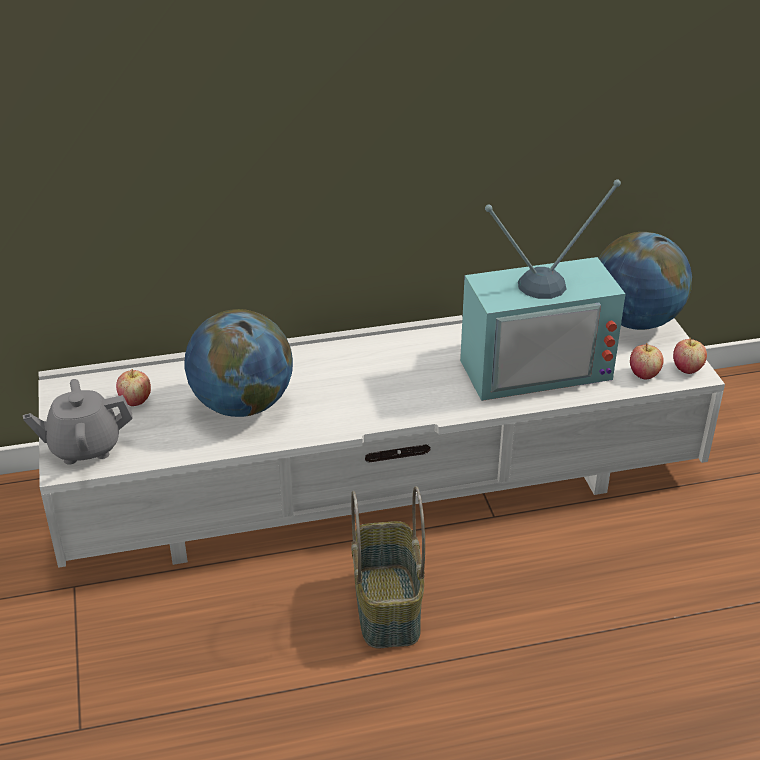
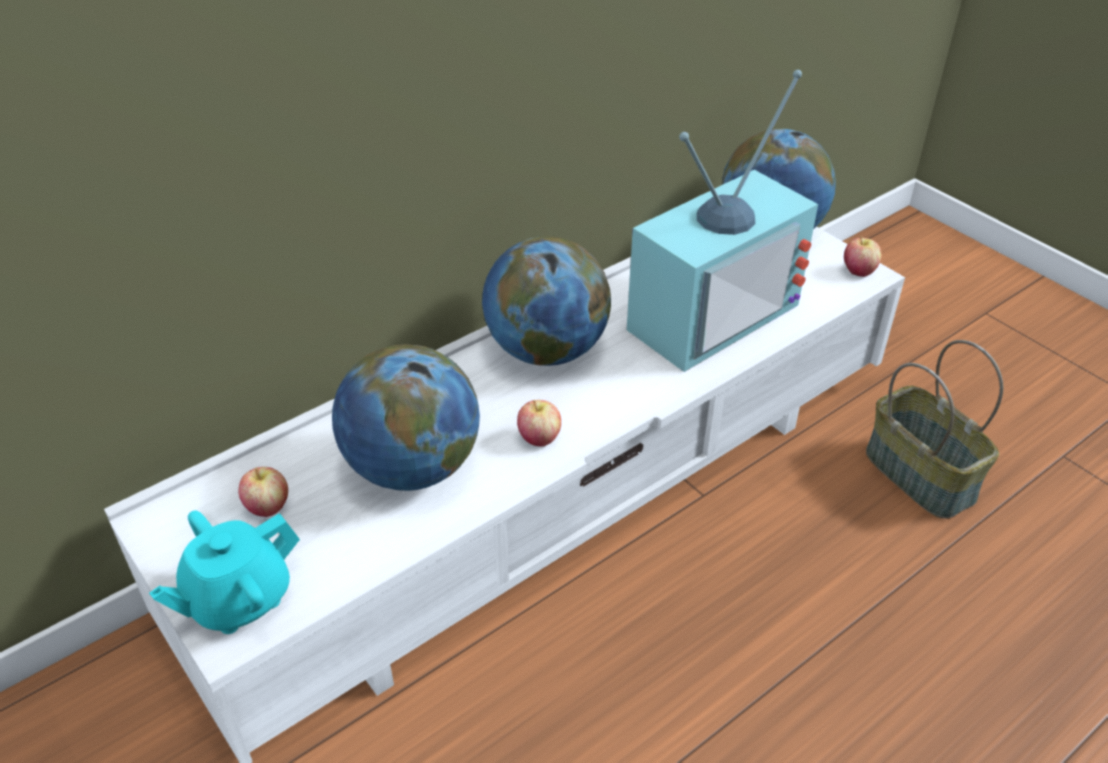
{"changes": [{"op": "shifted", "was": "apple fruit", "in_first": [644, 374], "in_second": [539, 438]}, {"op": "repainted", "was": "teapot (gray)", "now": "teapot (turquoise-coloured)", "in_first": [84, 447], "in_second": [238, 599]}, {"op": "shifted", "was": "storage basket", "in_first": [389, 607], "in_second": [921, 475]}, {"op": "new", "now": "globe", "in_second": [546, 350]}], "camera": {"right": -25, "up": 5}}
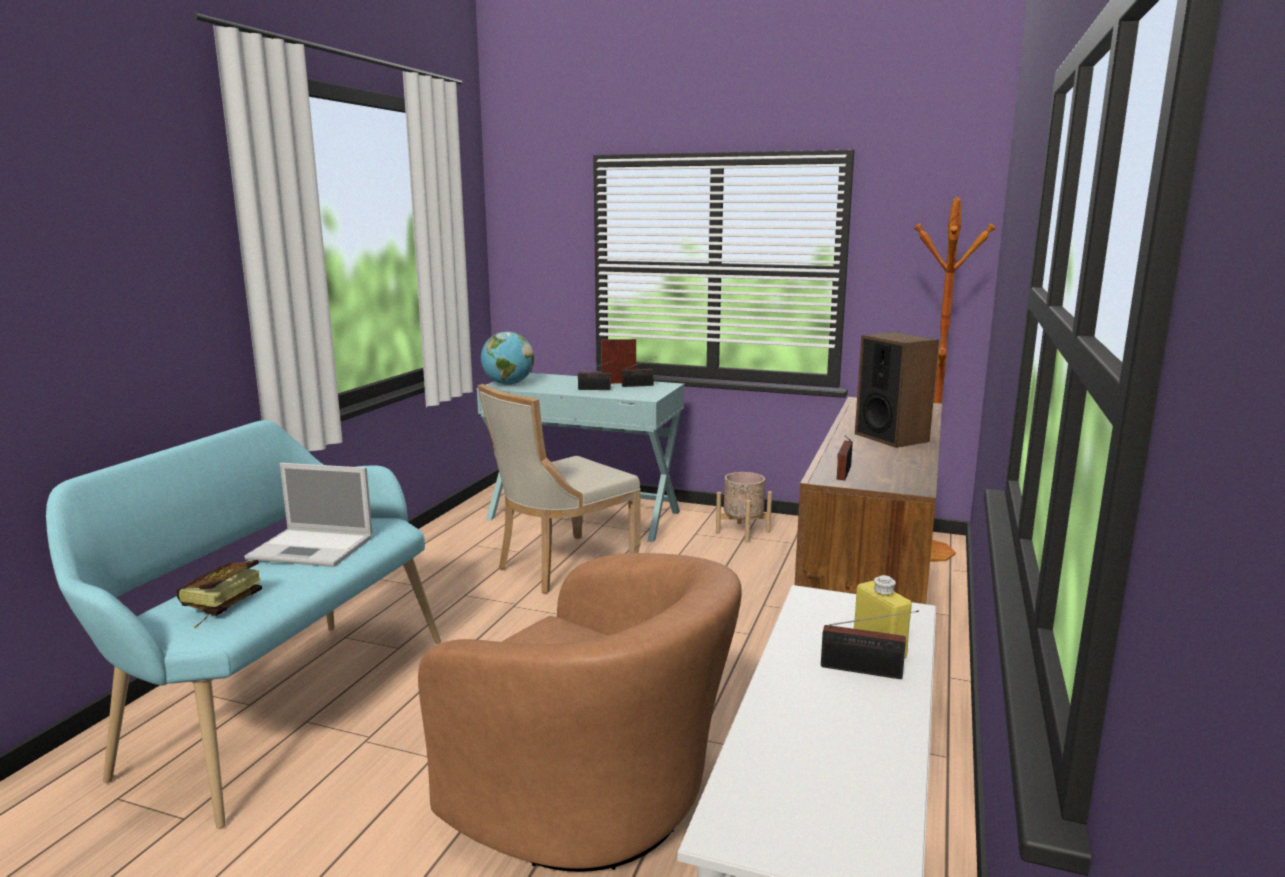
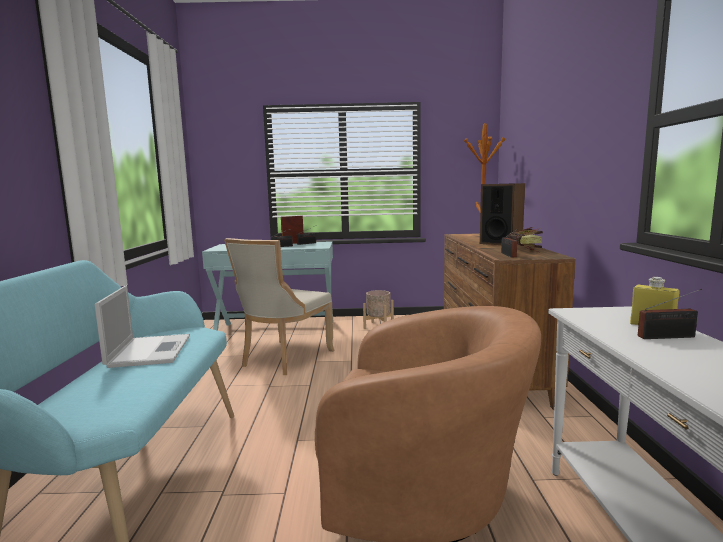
{"changes": [{"op": "gone", "was": "globe", "in_first": [508, 384]}, {"op": "rotated", "was": "laptop", "in_first": [313, 548], "in_second": [150, 350], "clockwise": -90}, {"op": "shifted", "was": "volume", "in_first": [217, 608], "in_second": [525, 250]}], "camera": {"right": -20, "up": -5}}
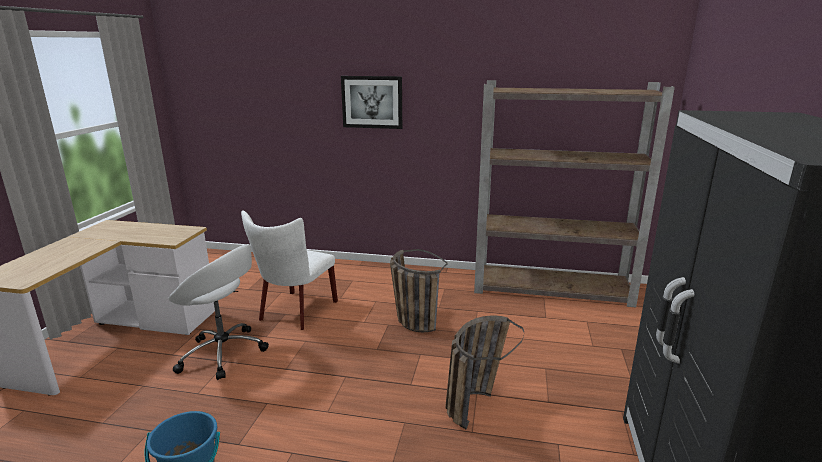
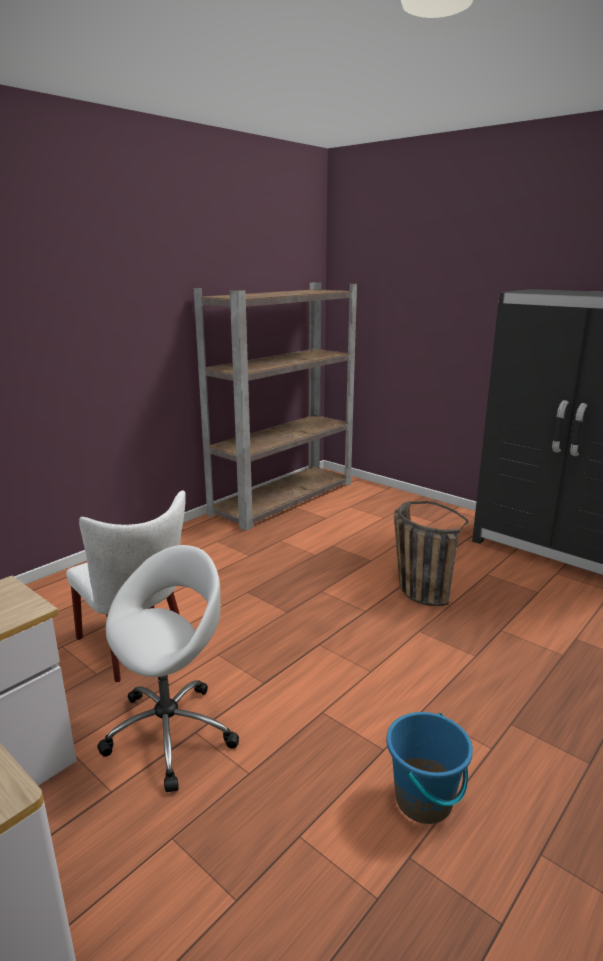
{"changes": [{"op": "gone", "was": "wall art", "in_first": [372, 102]}, {"op": "gone", "was": "storage basket", "in_first": [410, 319]}], "camera": {"right": -60, "up": 0}}
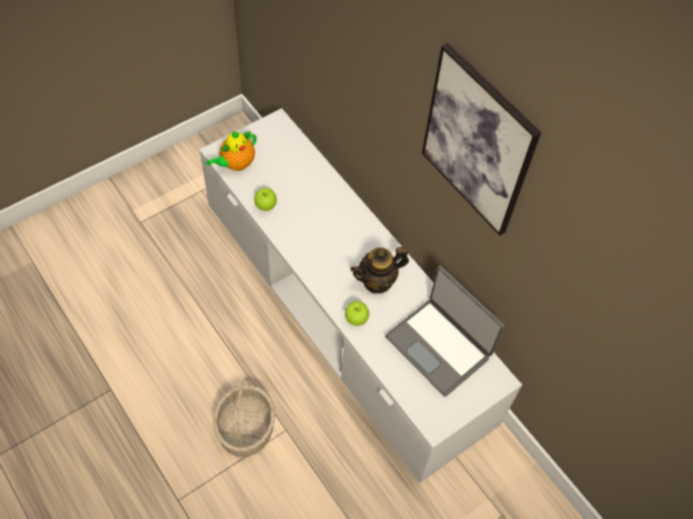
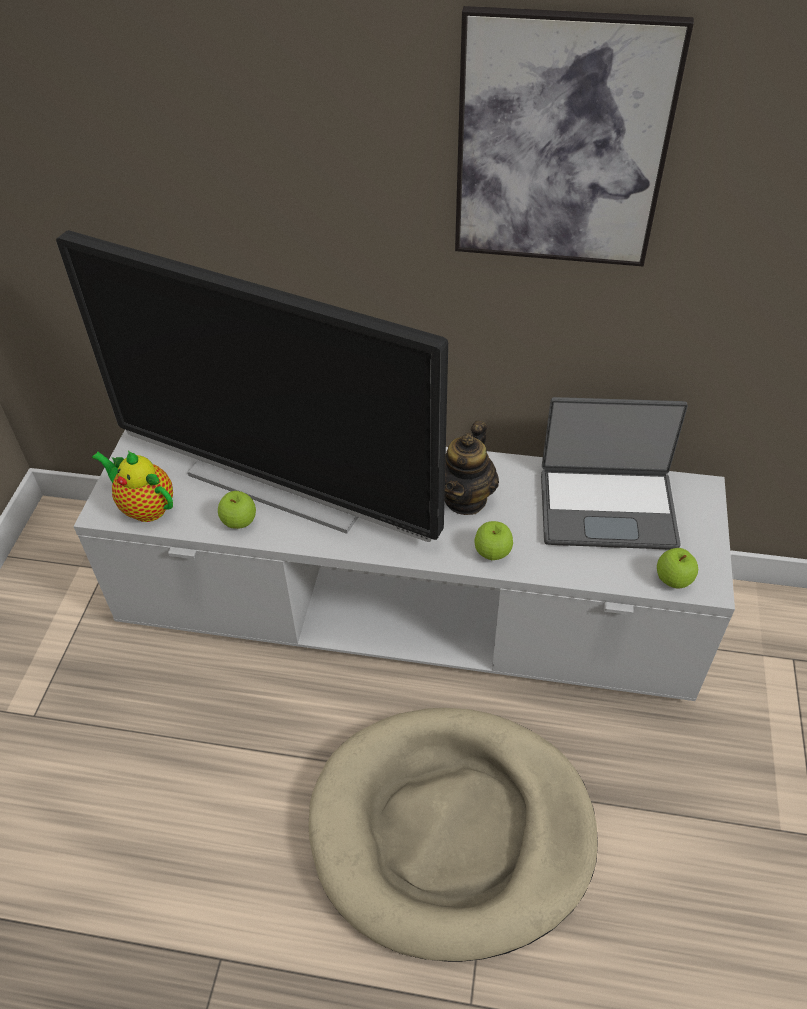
{"changes": [{"op": "rotated", "was": "teapot", "in_first": [236, 164], "in_second": [145, 507], "clockwise": 120}, {"op": "swapped", "was": "storage basket", "now": "dog cushion (sand-coloured)", "in_first": [246, 429], "in_second": [451, 831]}, {"op": "new", "now": "TV", "in_second": [280, 484]}, {"op": "new", "now": "apple fruit", "in_second": [673, 580]}], "camera": {"right": -40, "up": -10}}
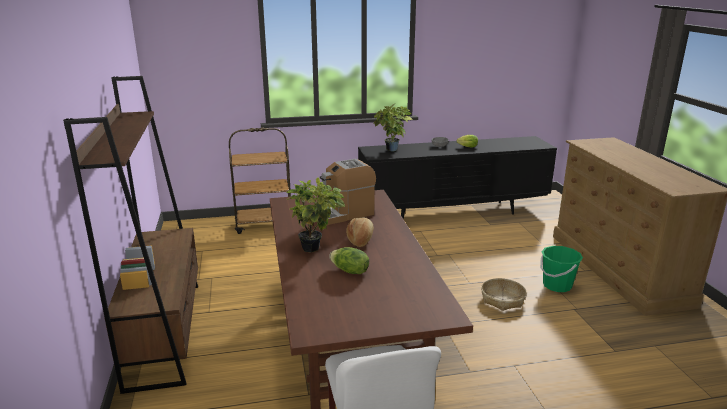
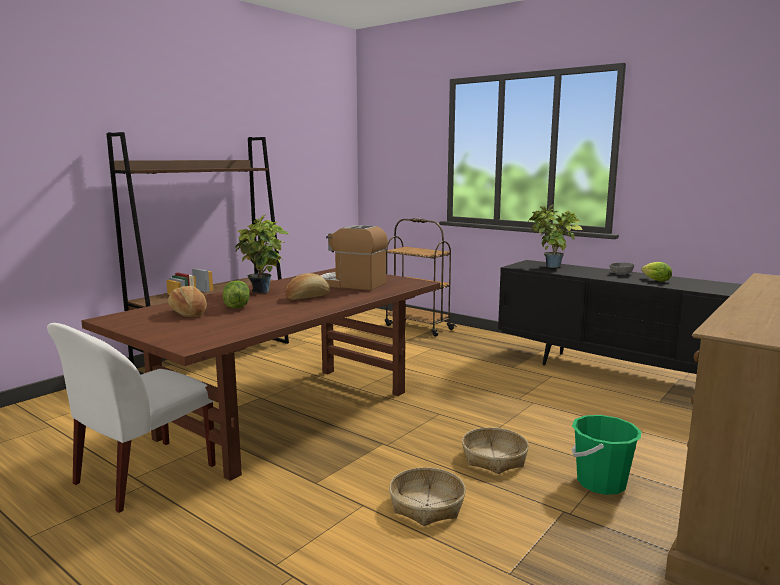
{"changes": [{"op": "new", "now": "baked bread", "in_second": [188, 313]}, {"op": "new", "now": "storage basket", "in_second": [427, 505]}], "camera": {"right": 50, "up": -10}}
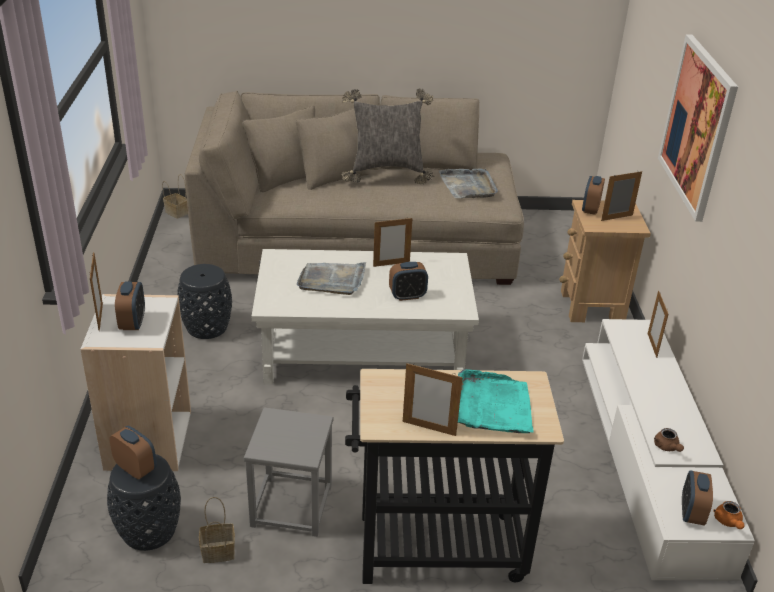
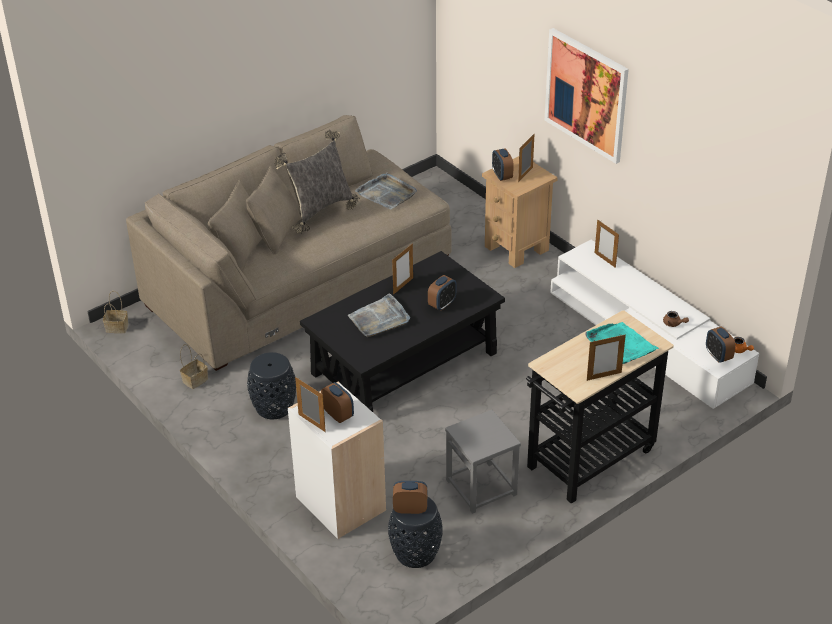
{"changes": [{"op": "repainted", "was": "coffee table (whitish)", "now": "coffee table (black)", "in_first": [364, 350], "in_second": [404, 362]}, {"op": "shifted", "was": "storage basket", "in_first": [217, 552], "in_second": [195, 381]}], "camera": {"right": -35, "up": 5}}
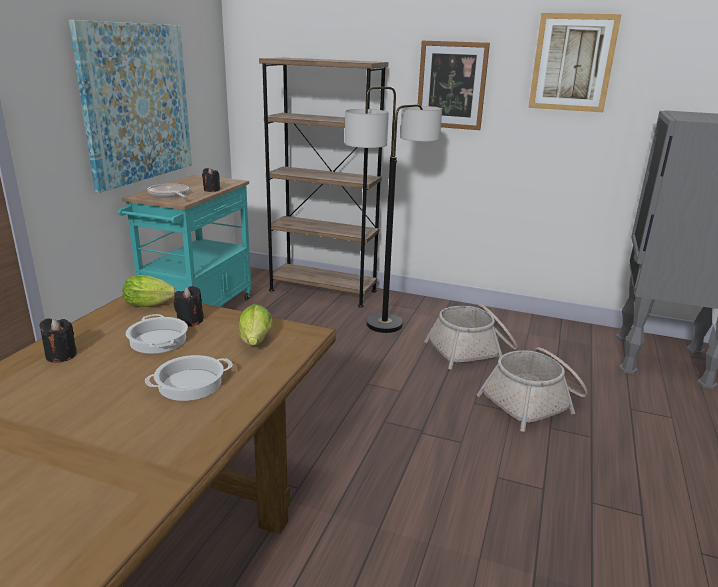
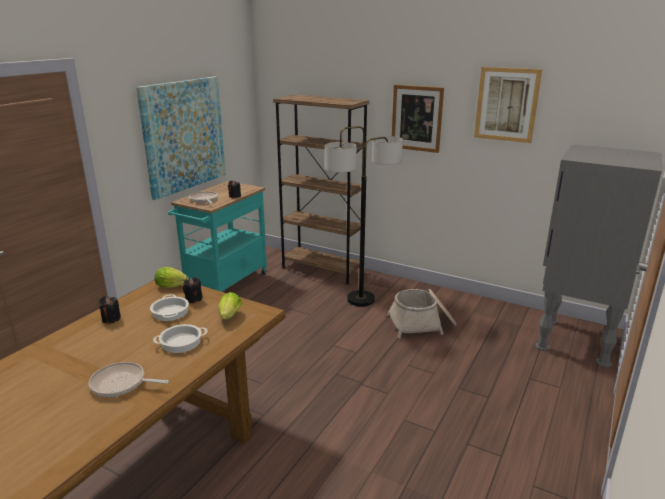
{"changes": [{"op": "gone", "was": "storage basket", "in_first": [534, 402]}, {"op": "new", "now": "pan", "in_second": [121, 384]}], "camera": {"right": 10, "up": 0}}
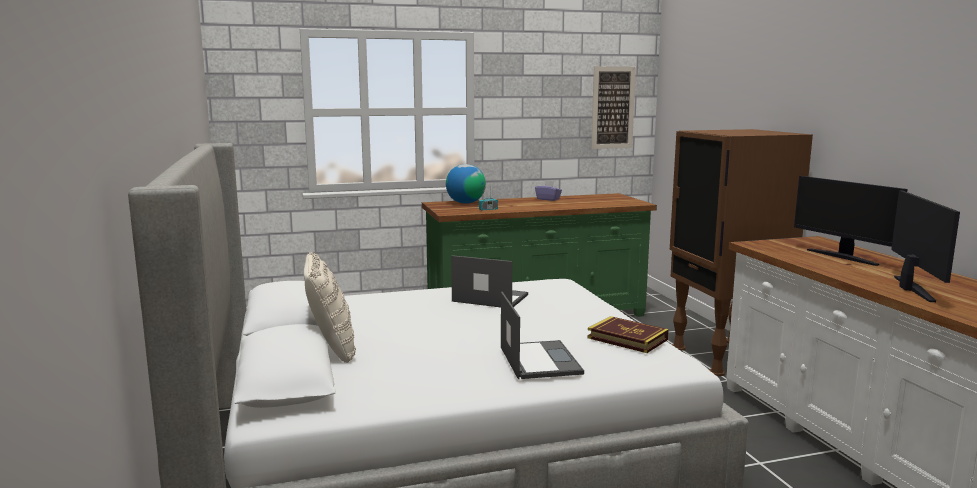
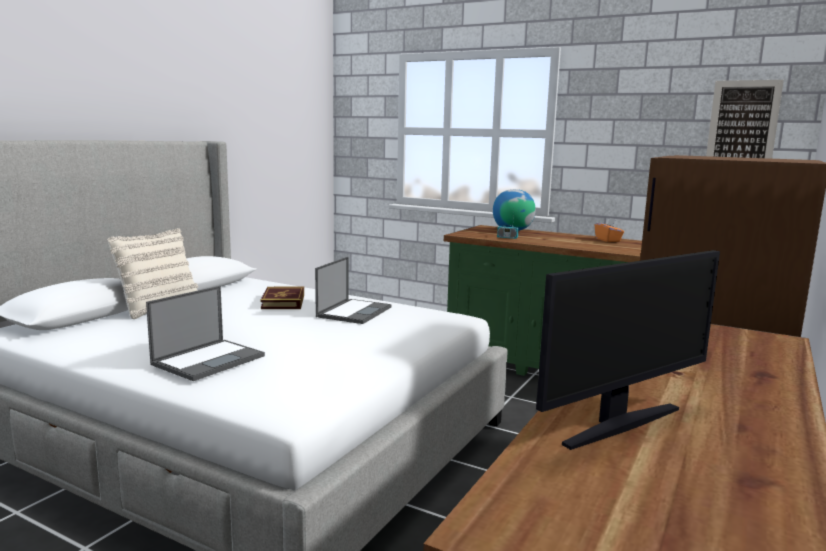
{"changes": [{"op": "gone", "was": "computer display", "in_first": [843, 257]}, {"op": "repainted", "was": "tissue holder (purplish)", "now": "tissue holder (orangey)", "in_first": [548, 199], "in_second": [608, 240]}, {"op": "rotated", "was": "laptop", "in_first": [489, 298], "in_second": [354, 311], "clockwise": 45}, {"op": "shifted", "was": "volume", "in_first": [627, 339], "in_second": [283, 301]}], "camera": {"right": 45, "up": 0}}
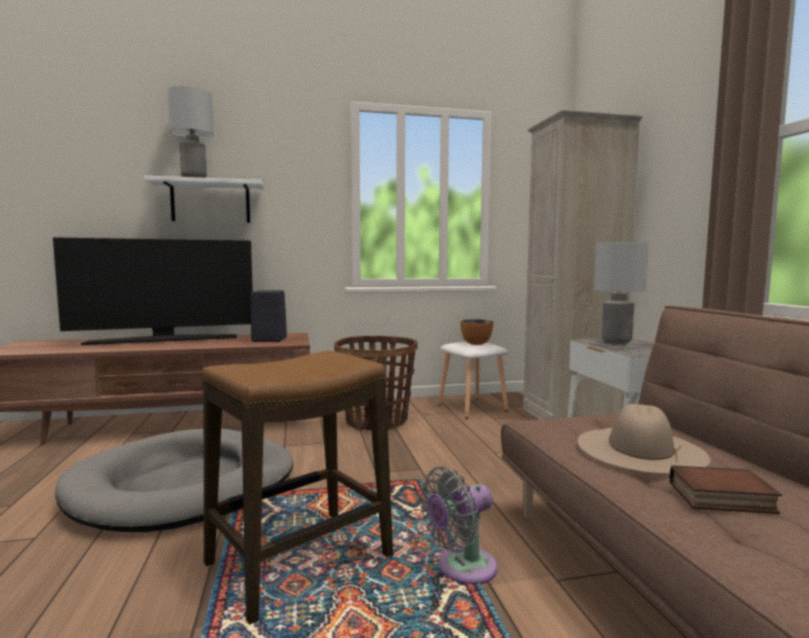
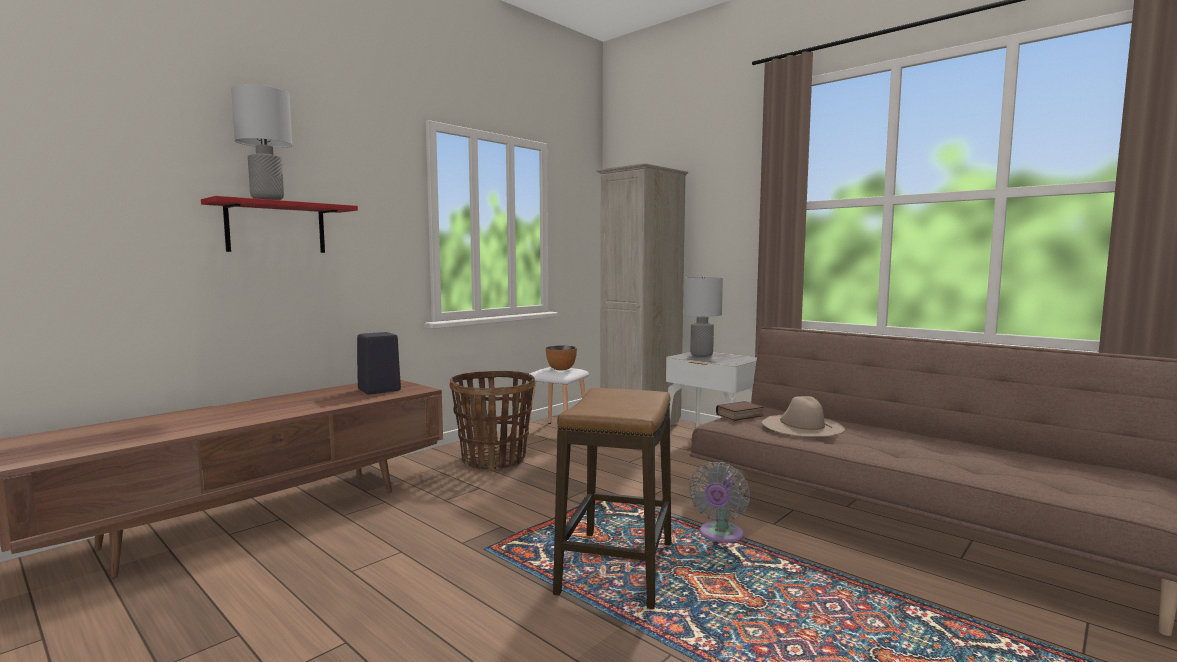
{"changes": [{"op": "repainted", "was": "wall shelf (whitish)", "now": "wall shelf (reddish)", "in_first": [210, 202], "in_second": [276, 228]}, {"op": "gone", "was": "TV", "in_first": [165, 340]}, {"op": "gone", "was": "dog cushion (gray)", "in_first": [185, 485]}, {"op": "shifted", "was": "volume", "in_first": [721, 498], "in_second": [740, 415]}], "camera": {"right": -35, "up": 0}}
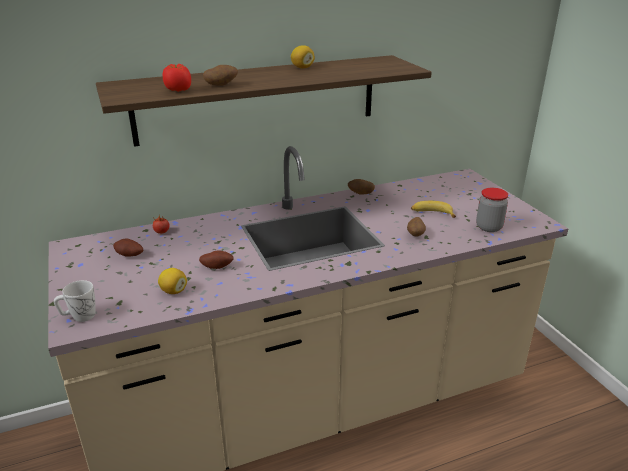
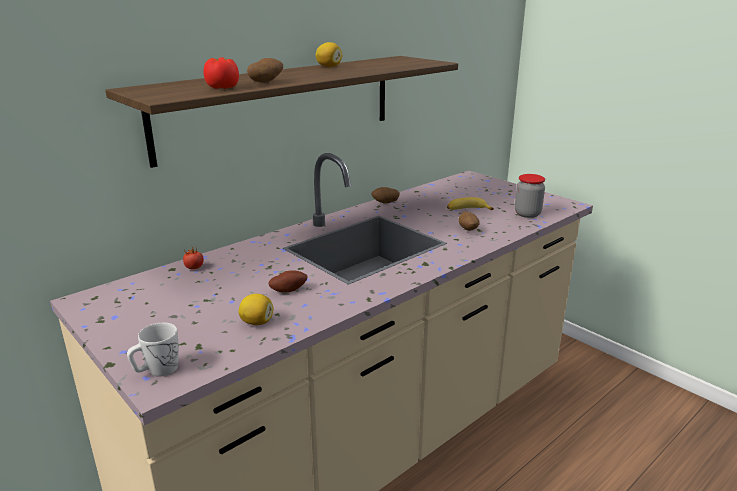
{"changes": [{"op": "gone", "was": "whole potato", "in_first": [129, 256]}], "camera": {"right": -20, "up": -5}}
